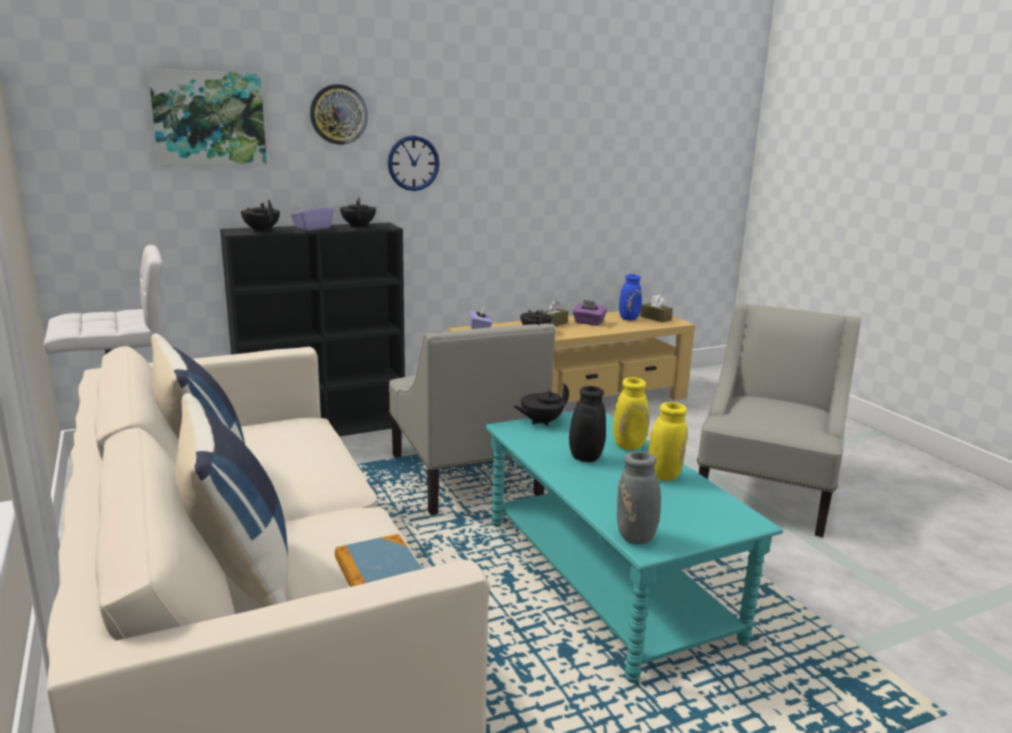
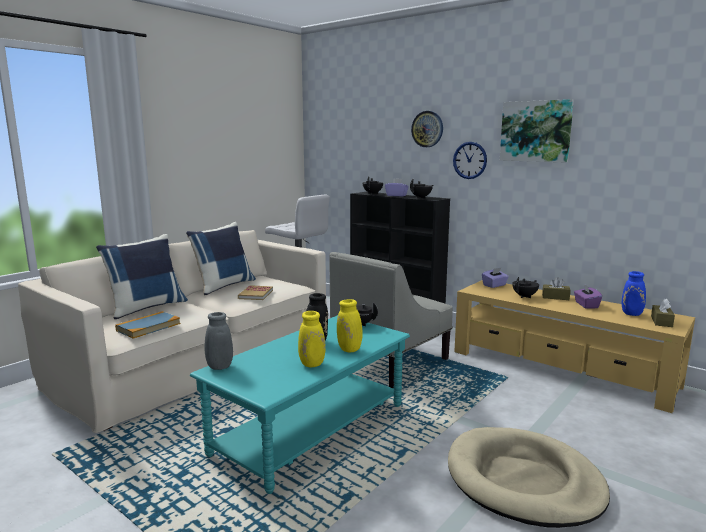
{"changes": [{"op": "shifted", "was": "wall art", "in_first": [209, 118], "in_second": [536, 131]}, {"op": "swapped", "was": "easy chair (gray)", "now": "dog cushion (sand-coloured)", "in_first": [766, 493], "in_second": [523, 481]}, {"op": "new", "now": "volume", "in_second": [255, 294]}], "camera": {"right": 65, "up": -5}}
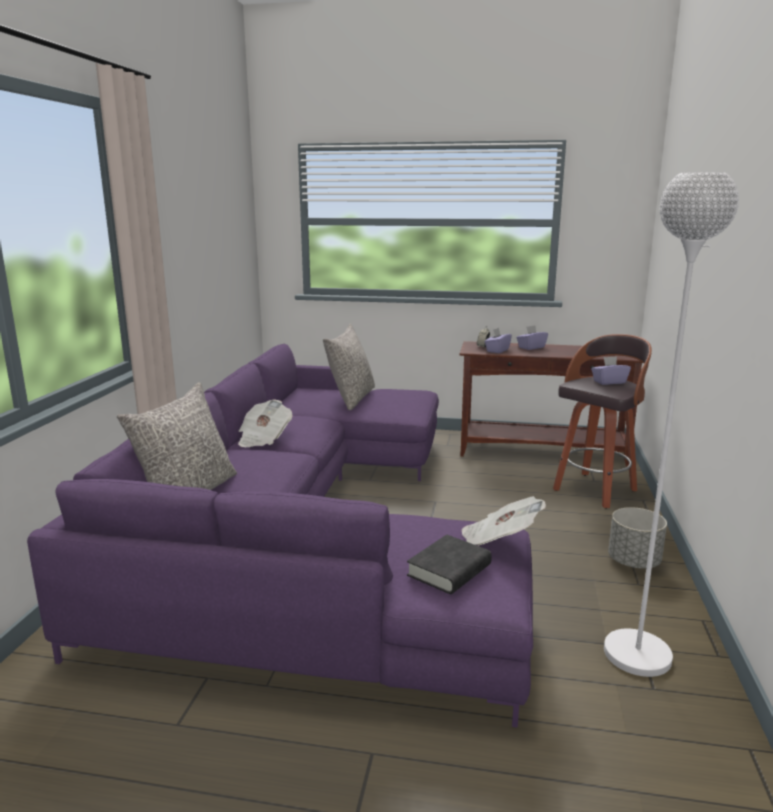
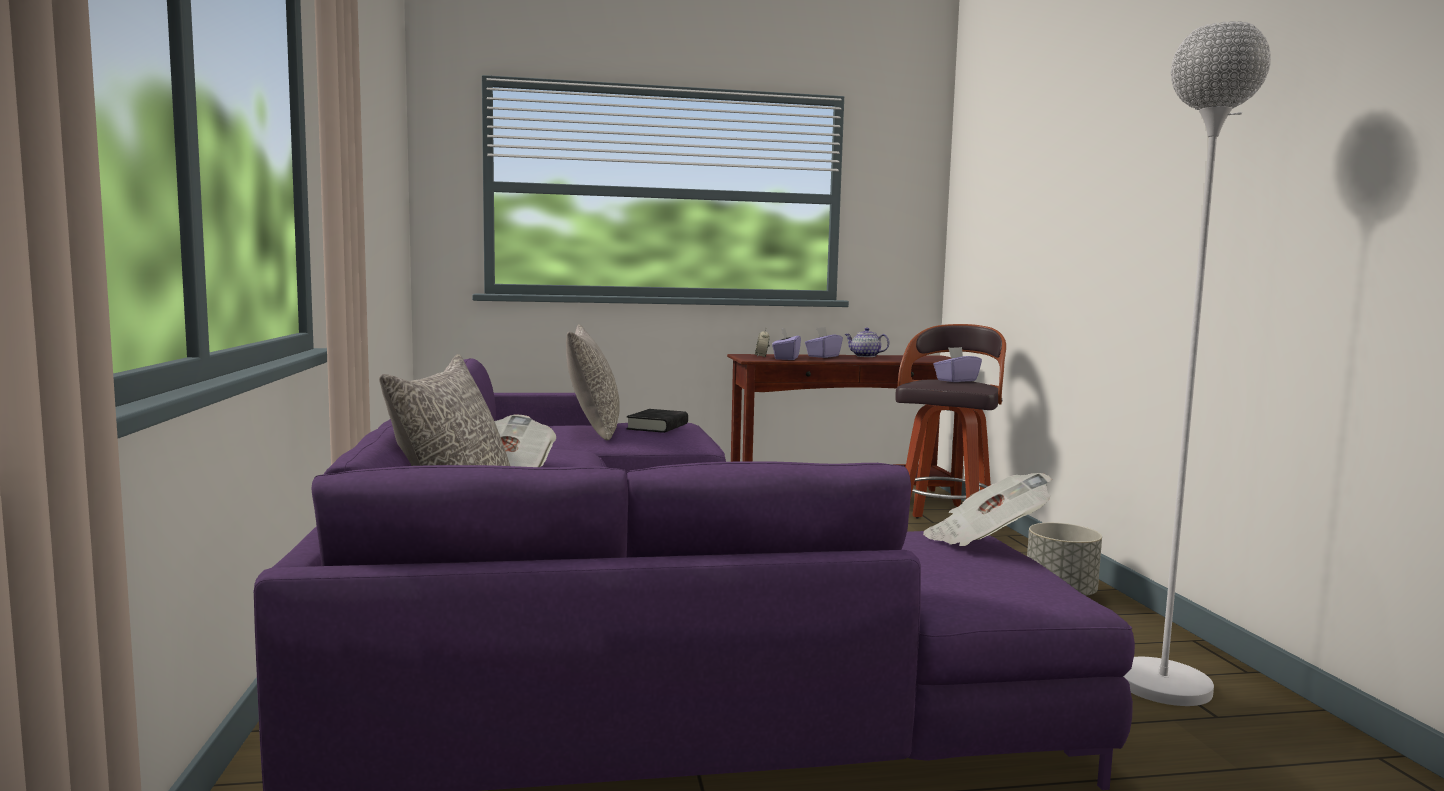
{"changes": [{"op": "shifted", "was": "volume (black)", "in_first": [449, 570], "in_second": [657, 427]}, {"op": "new", "now": "teapot", "in_second": [865, 356]}], "camera": {"right": -20, "up": -10}}
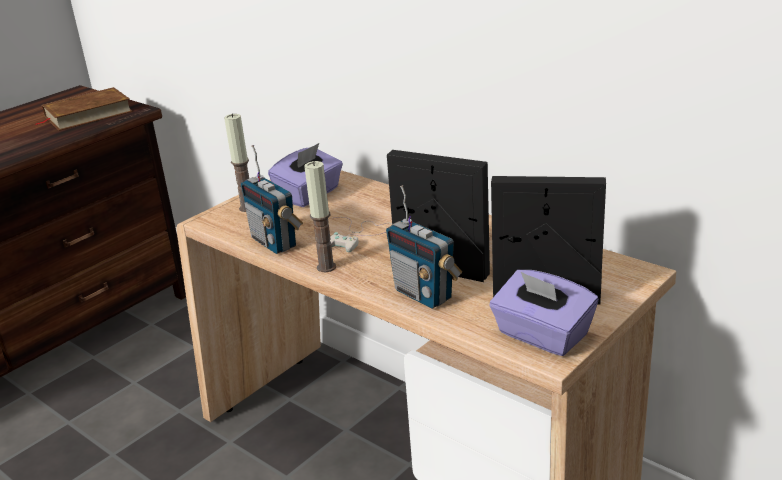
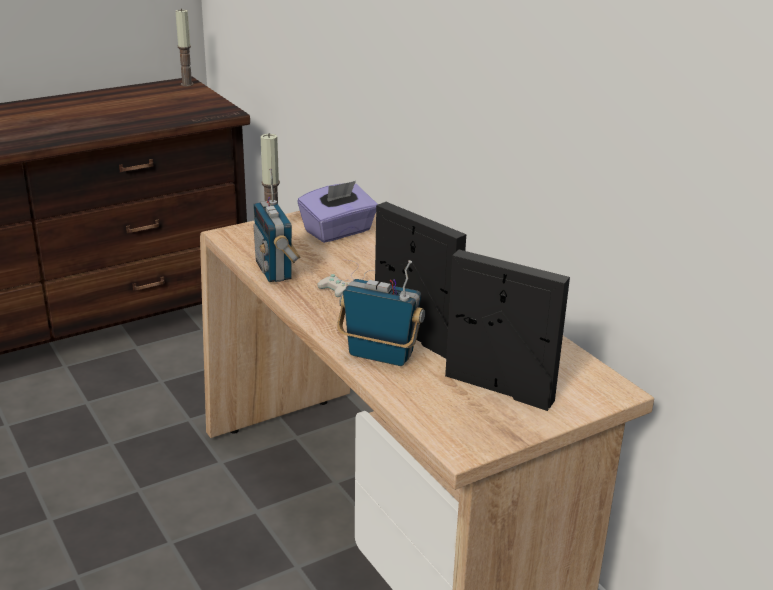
{"changes": [{"op": "gone", "was": "volume (brownish)", "in_first": [88, 114]}, {"op": "shifted", "was": "candle", "in_first": [326, 267], "in_second": [187, 84]}, {"op": "rotated", "was": "radio", "in_first": [424, 294], "in_second": [380, 356], "clockwise": 135}, {"op": "gone", "was": "tissue holder (purplish)", "in_first": [542, 335]}], "camera": {"right": 15, "up": 0}}
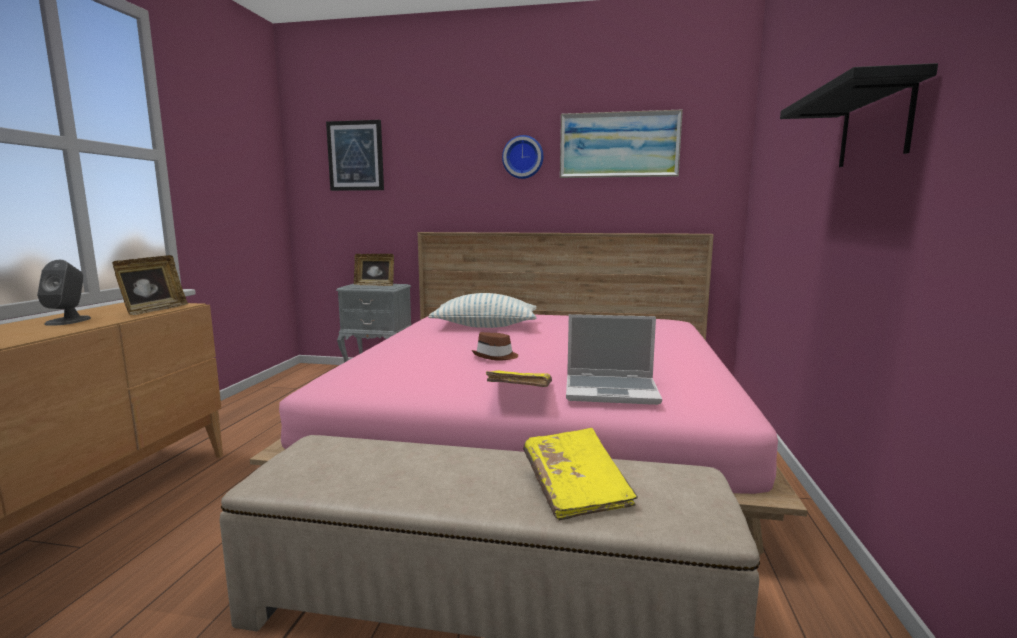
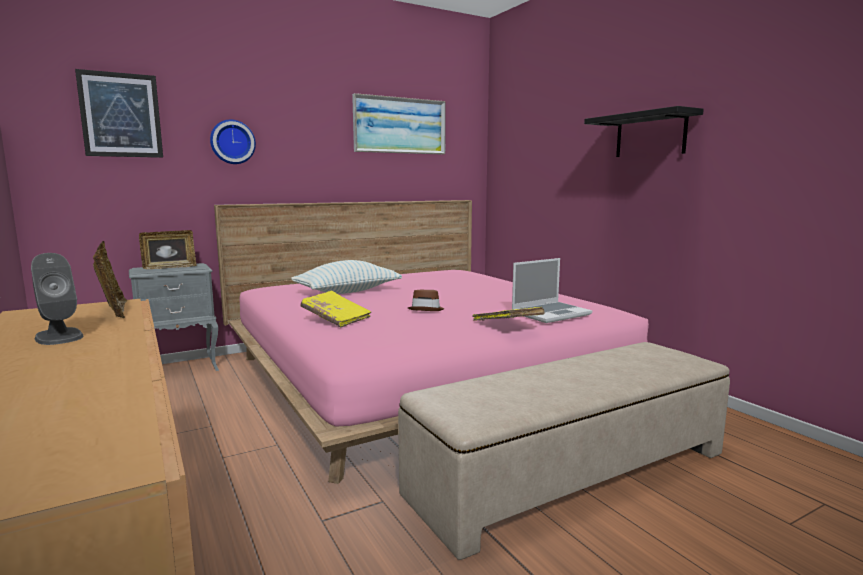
{"changes": [{"op": "shifted", "was": "wall clock", "in_first": [523, 157], "in_second": [232, 142]}, {"op": "shifted", "was": "volume (yellowish)", "in_first": [576, 489], "in_second": [336, 319]}], "camera": {"right": -40, "up": 0}}
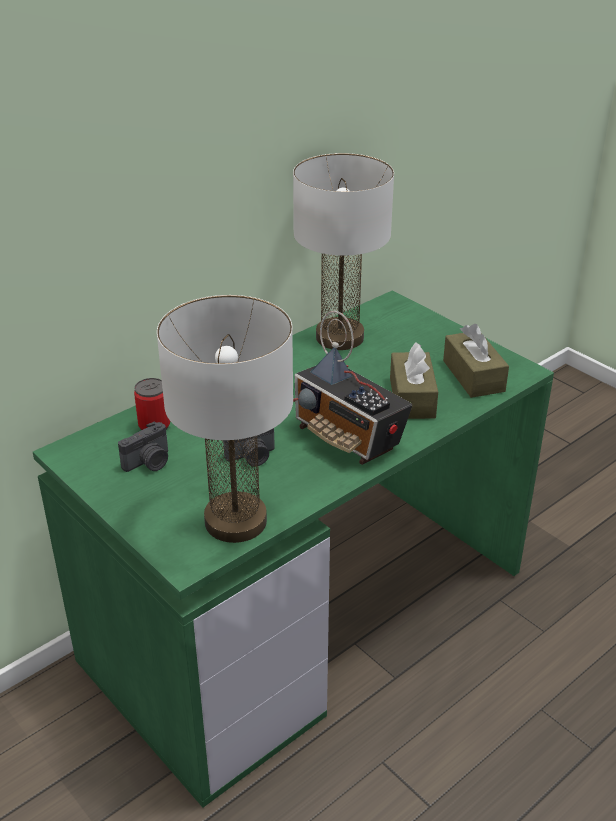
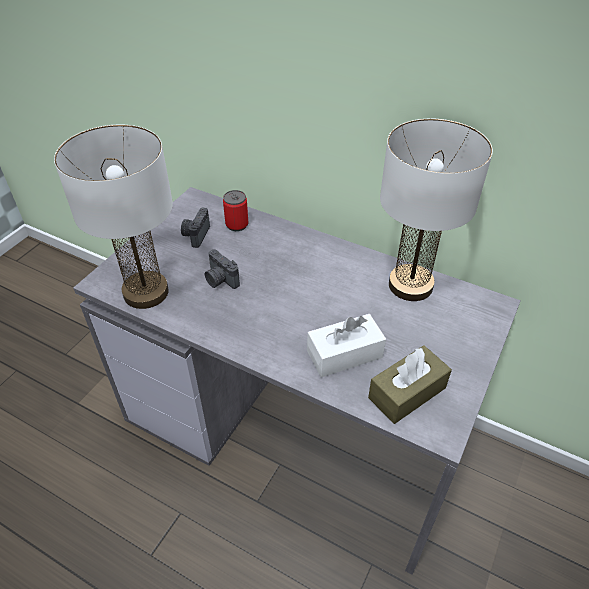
{"changes": [{"op": "repainted", "was": "desk (green)", "now": "desk (gray)", "in_first": [308, 611], "in_second": [297, 425]}, {"op": "gone", "was": "radio", "in_first": [349, 438]}, {"op": "repainted", "was": "tissue holder (brownish)", "now": "tissue holder (whitish)", "in_first": [412, 398], "in_second": [344, 354]}, {"op": "rotated", "was": "still camera", "in_first": [149, 463], "in_second": [195, 235], "clockwise": 75}], "camera": {"right": 70, "up": 10}}
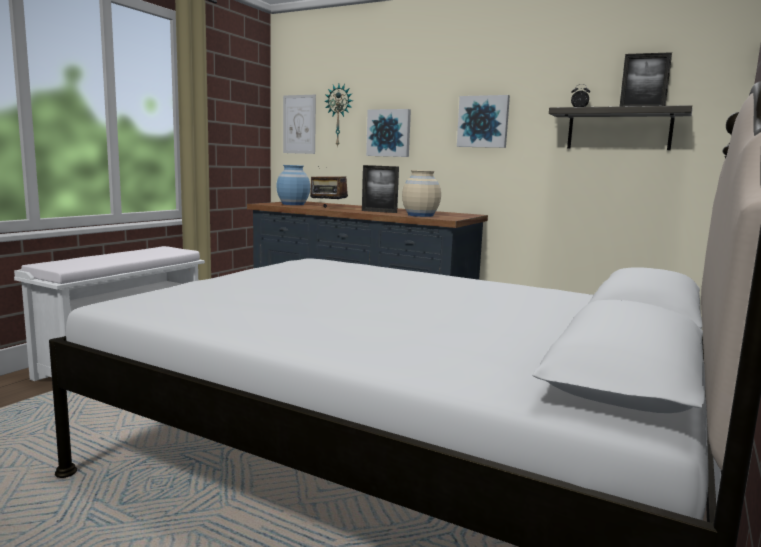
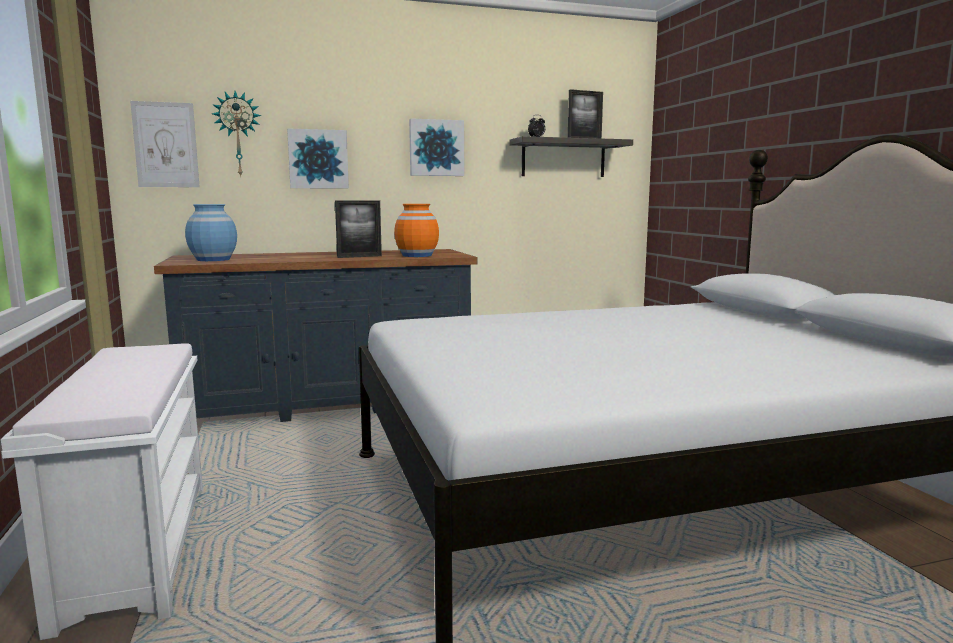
{"changes": [{"op": "gone", "was": "radio", "in_first": [328, 208]}, {"op": "repainted", "was": "flower vase (sand-coloured)", "now": "flower vase (orangey)", "in_first": [420, 215], "in_second": [417, 255]}], "camera": {"right": -45, "up": 0}}
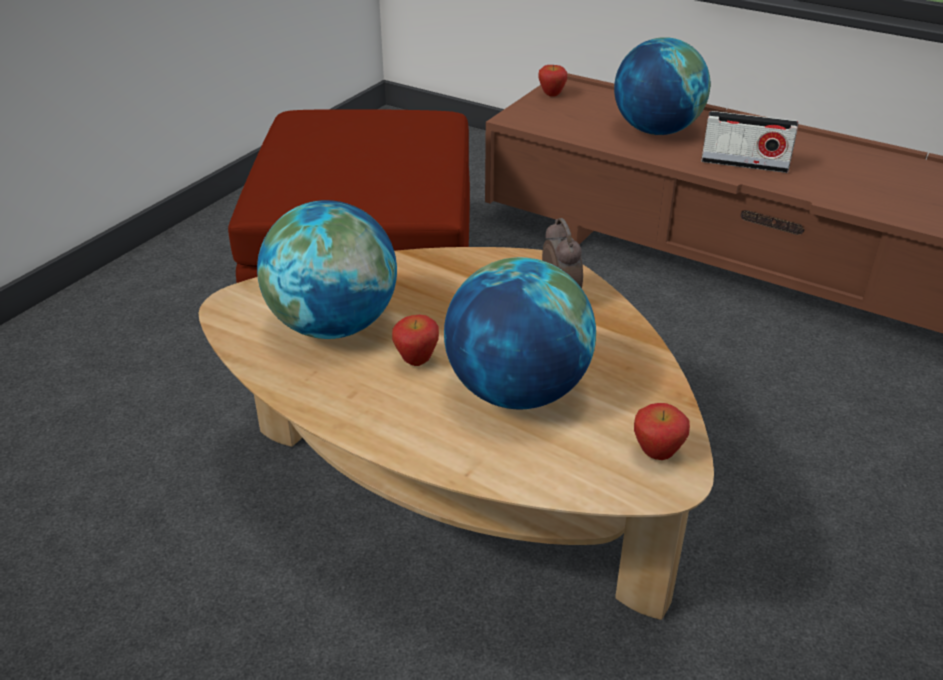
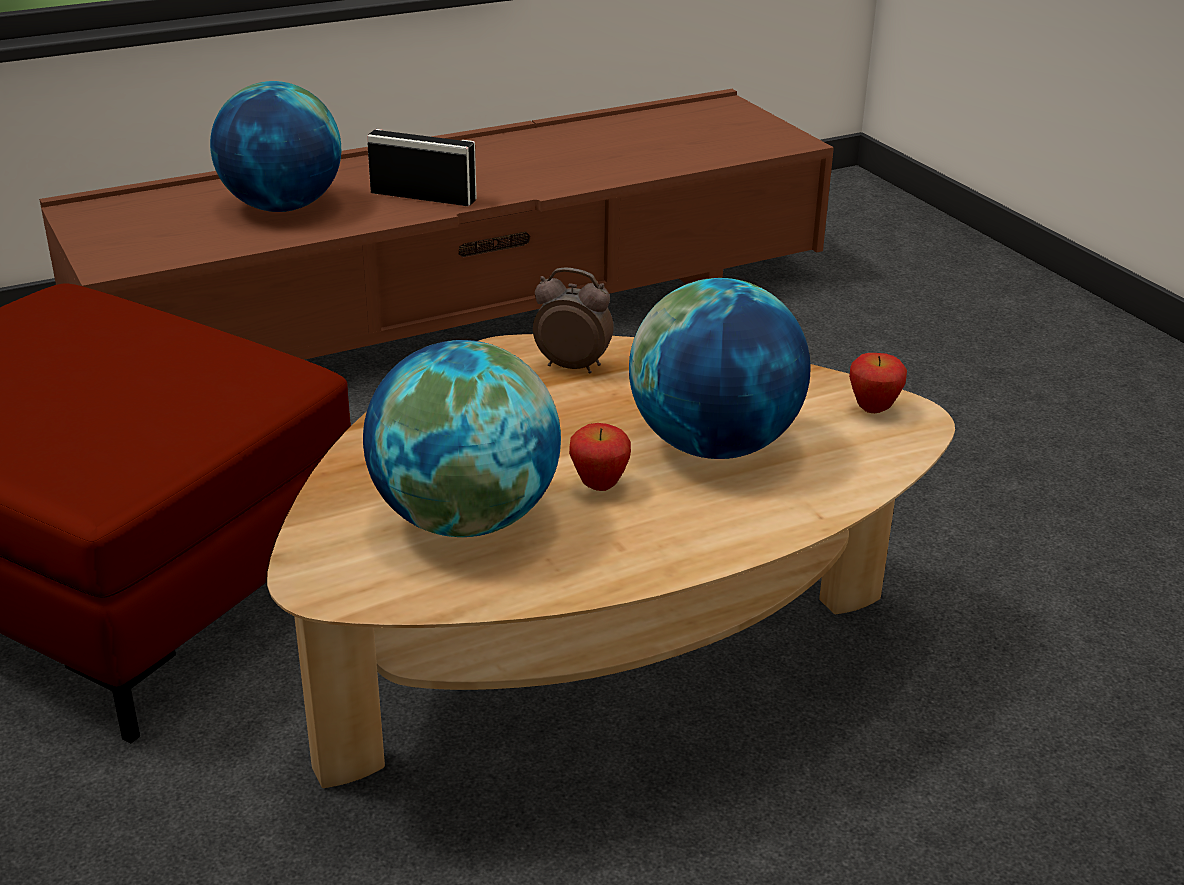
{"changes": [{"op": "gone", "was": "apple fruit", "in_first": [551, 95]}, {"op": "rotated", "was": "radio", "in_first": [744, 164], "in_second": [423, 196], "clockwise": -120}], "camera": {"right": -60, "up": -5}}
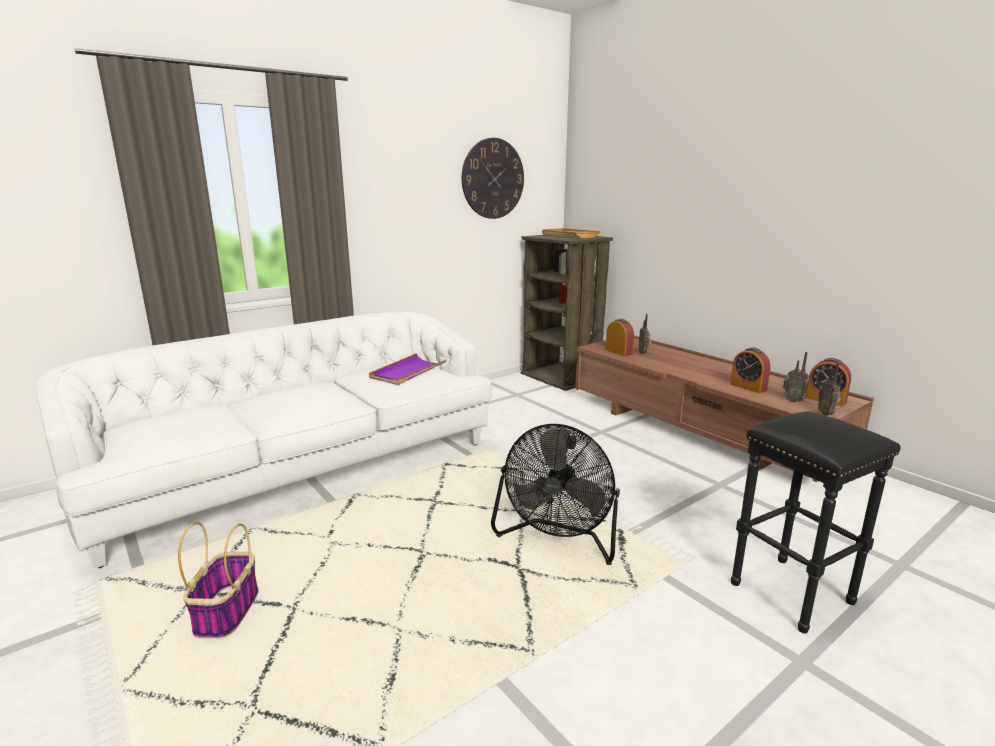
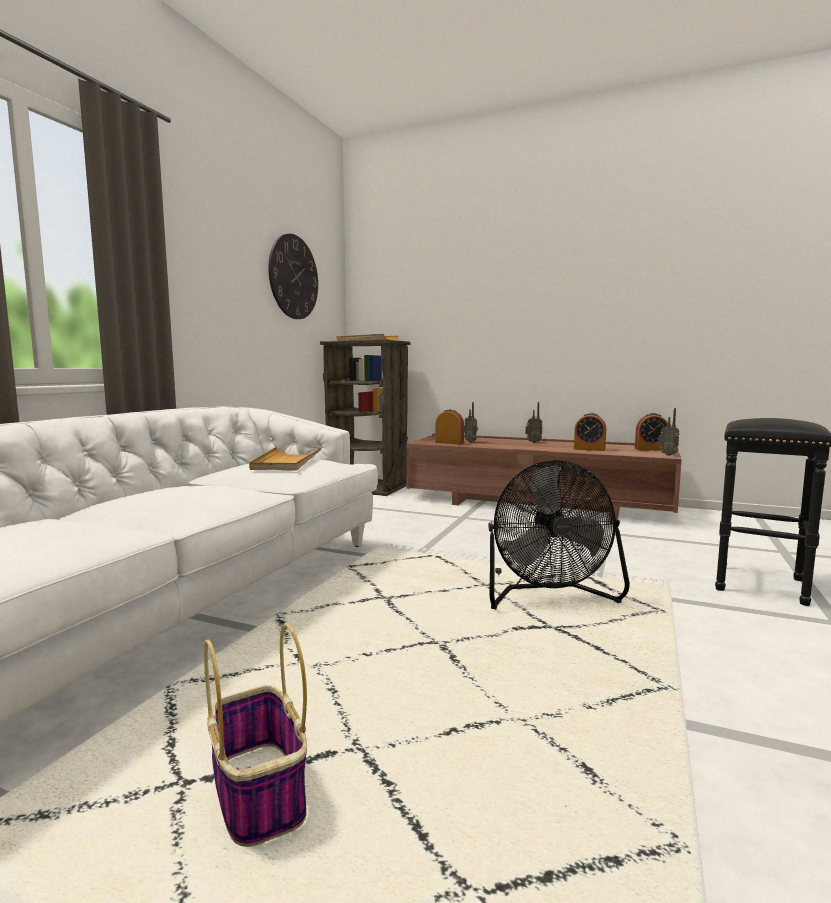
{"changes": [{"op": "shifted", "was": "radio", "in_first": [792, 400], "in_second": [533, 442]}, {"op": "repainted", "was": "carrying tray (purplish)", "now": "carrying tray (sand-coloured)", "in_first": [408, 372], "in_second": [286, 462]}], "camera": {"right": -30, "up": -10}}
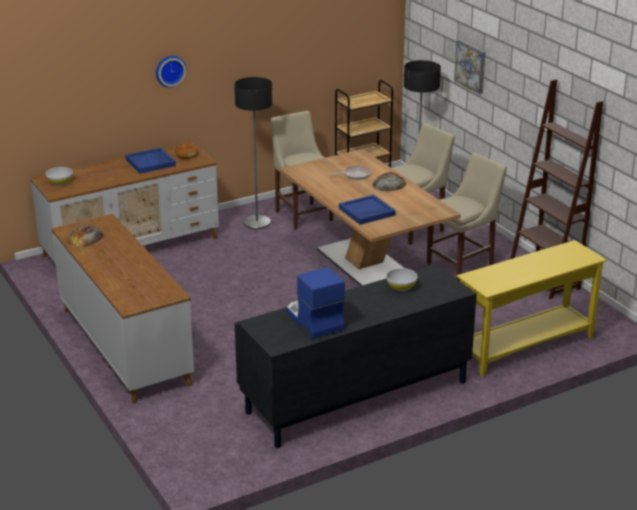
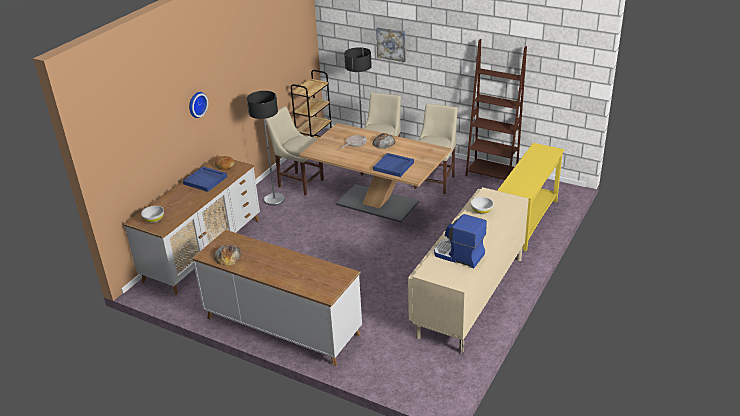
{"changes": [{"op": "repainted", "was": "cabinet (black)", "now": "cabinet (sand-coloured)", "in_first": [355, 395], "in_second": [469, 295]}], "camera": {"right": -30, "up": 5}}
